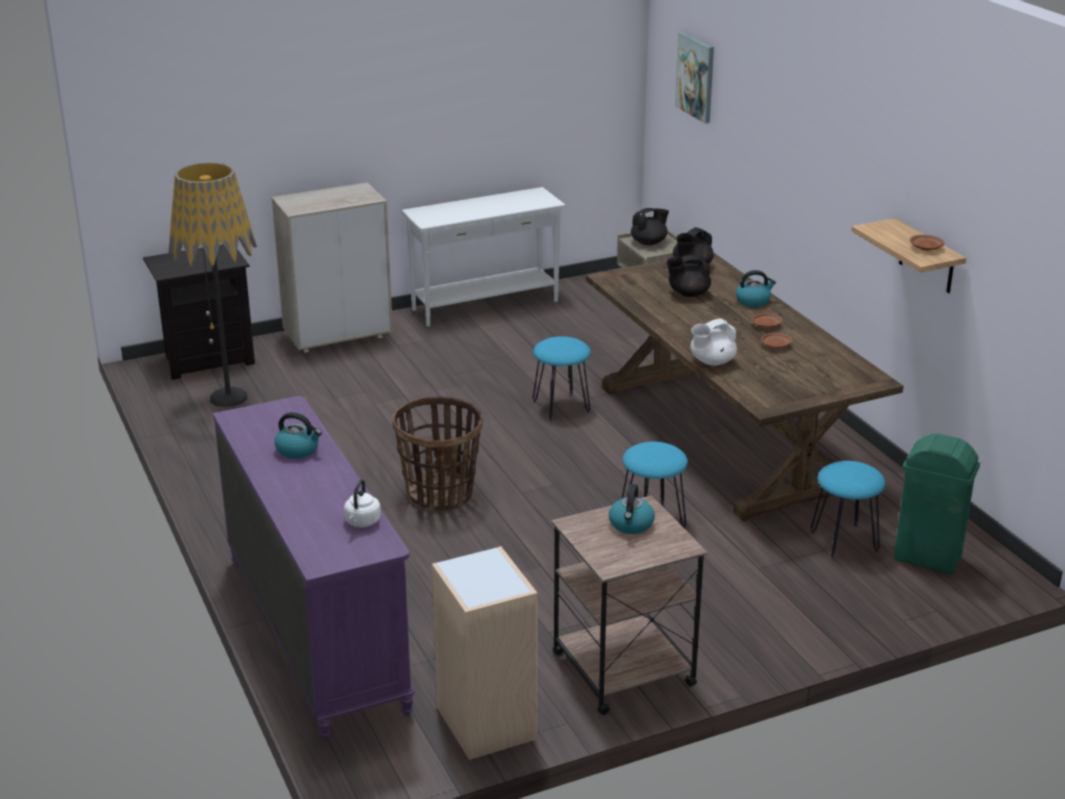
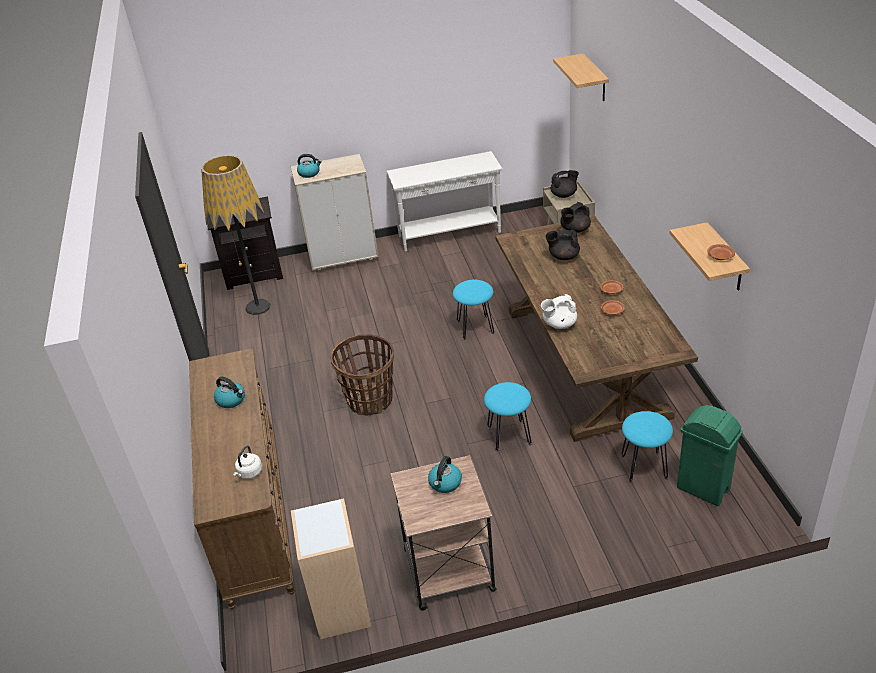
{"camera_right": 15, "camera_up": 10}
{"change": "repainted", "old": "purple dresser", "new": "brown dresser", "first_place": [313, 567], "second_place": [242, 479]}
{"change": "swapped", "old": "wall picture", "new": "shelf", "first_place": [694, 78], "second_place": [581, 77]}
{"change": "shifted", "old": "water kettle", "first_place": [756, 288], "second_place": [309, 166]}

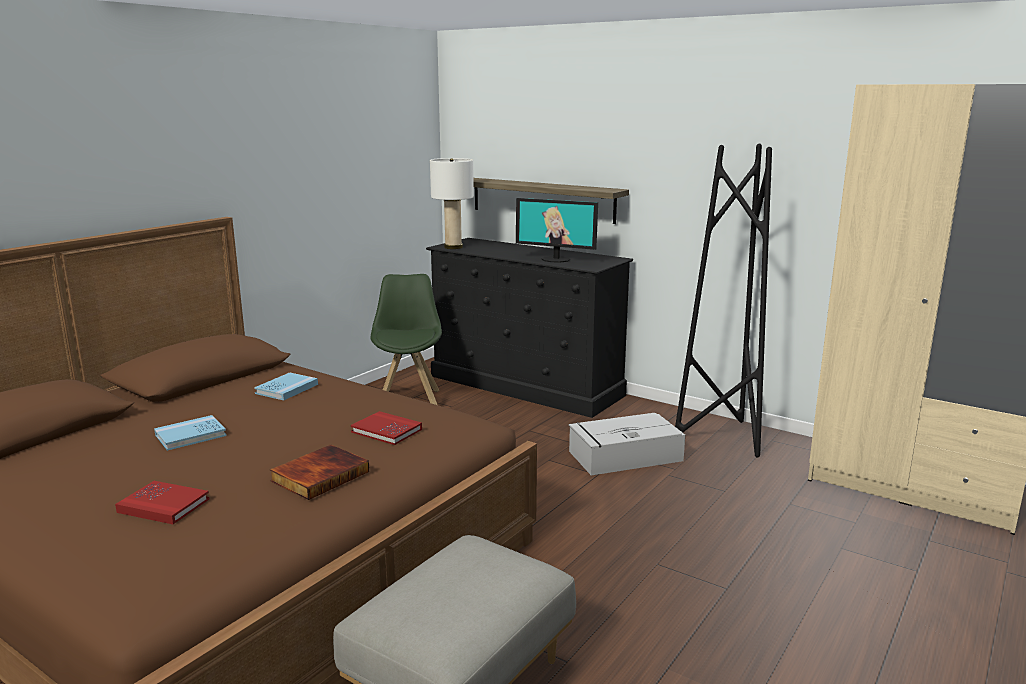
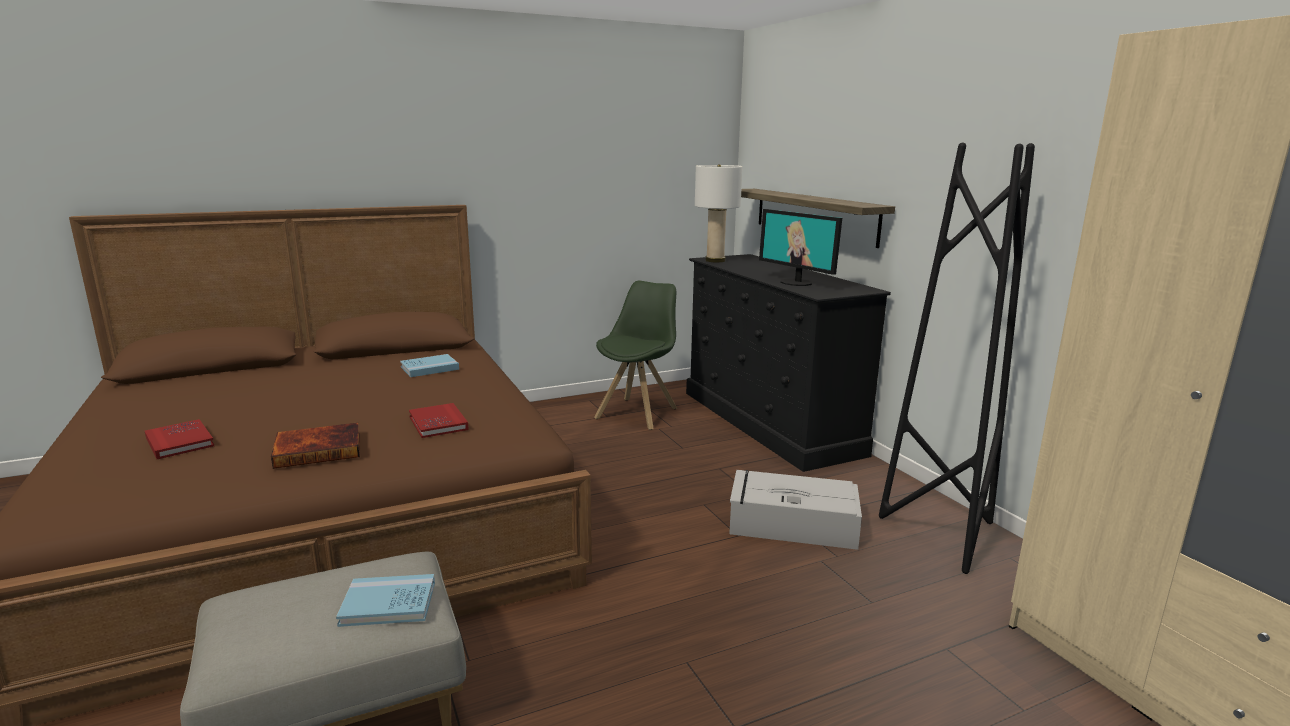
{"camera_right": 30, "camera_up": 0}
{"change": "shifted", "old": "bluish bound book", "first_place": [190, 433], "second_place": [385, 600]}

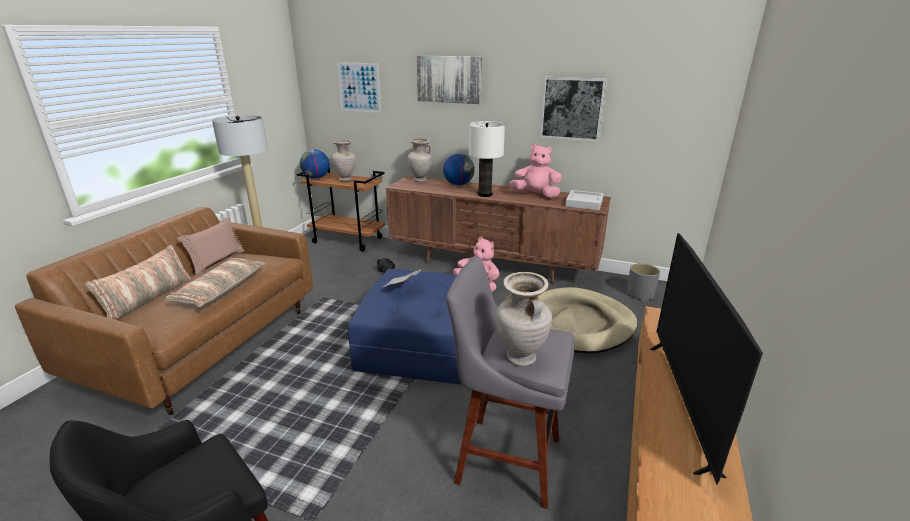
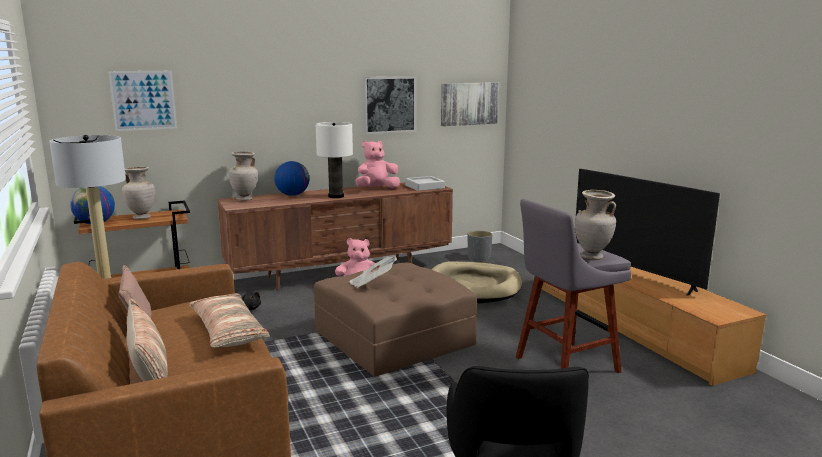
{"camera_right": -45, "camera_up": -10}
{"change": "repainted", "old": "bluish ottoman", "new": "brown ottoman", "first_place": [405, 327], "second_place": [395, 319]}
{"change": "shifted", "old": "wall picture", "first_place": [449, 79], "second_place": [470, 104]}

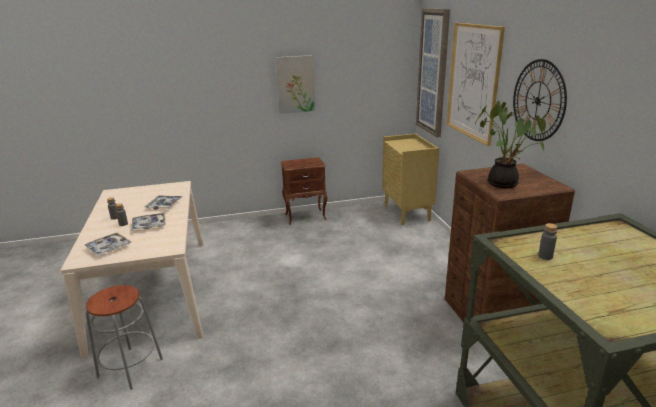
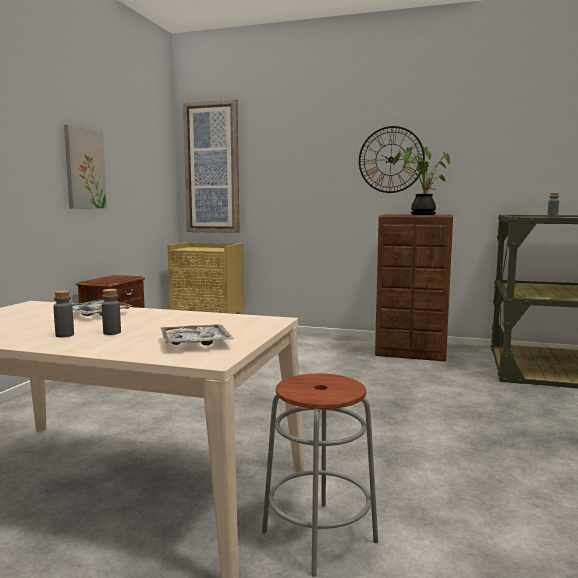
{"camera_right": -60, "camera_up": -15}
{"change": "gone", "old": "serving tray", "first_place": [148, 221]}
{"change": "gone", "old": "wall picture", "first_place": [476, 84]}

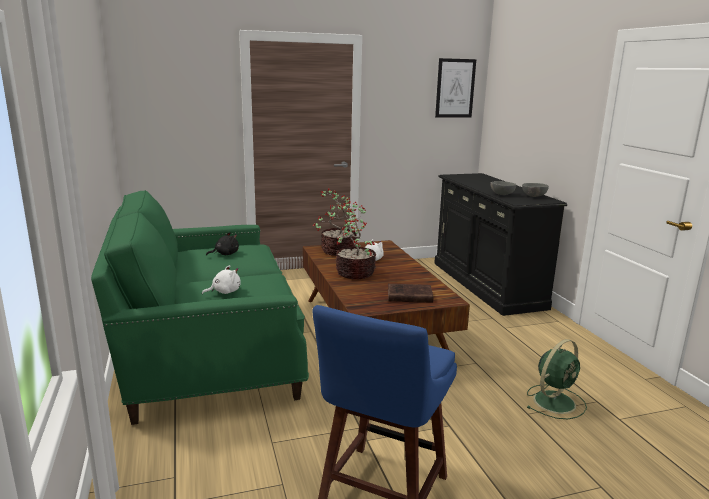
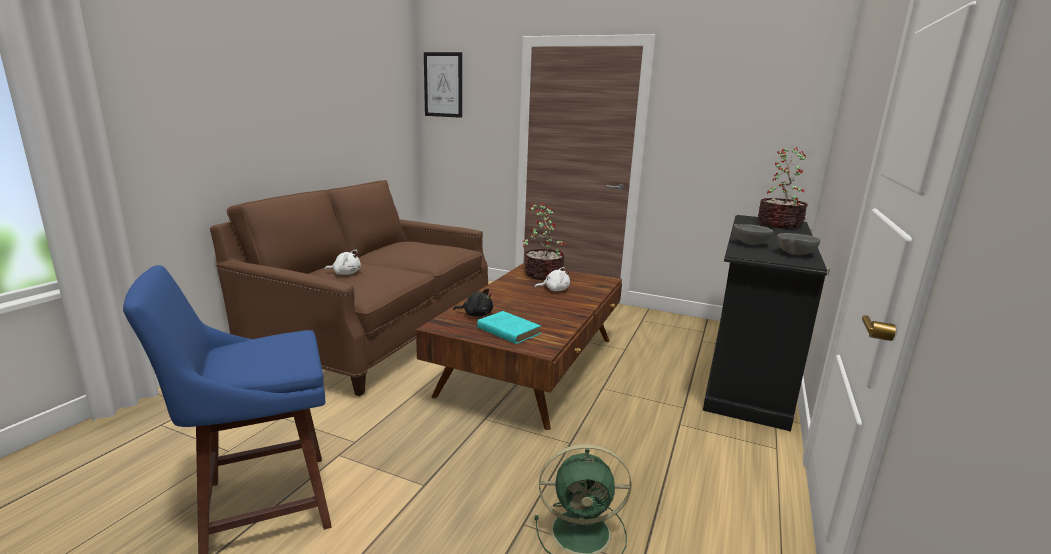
{"camera_right": 40, "camera_up": 0}
{"change": "repainted", "old": "green sofa", "new": "brown sofa", "first_place": [200, 307], "second_place": [349, 288]}
{"change": "shifted", "old": "black cuddly toy", "first_place": [222, 243], "second_place": [473, 302]}
{"change": "shifted", "old": "plant in a pot", "first_place": [356, 240], "second_place": [783, 188]}
{"change": "repainted", "old": "brown bound book", "new": "turquoise bound book", "first_place": [410, 293], "second_place": [509, 327]}
{"change": "shifted", "old": "wall picture", "first_place": [455, 88], "second_place": [443, 85]}

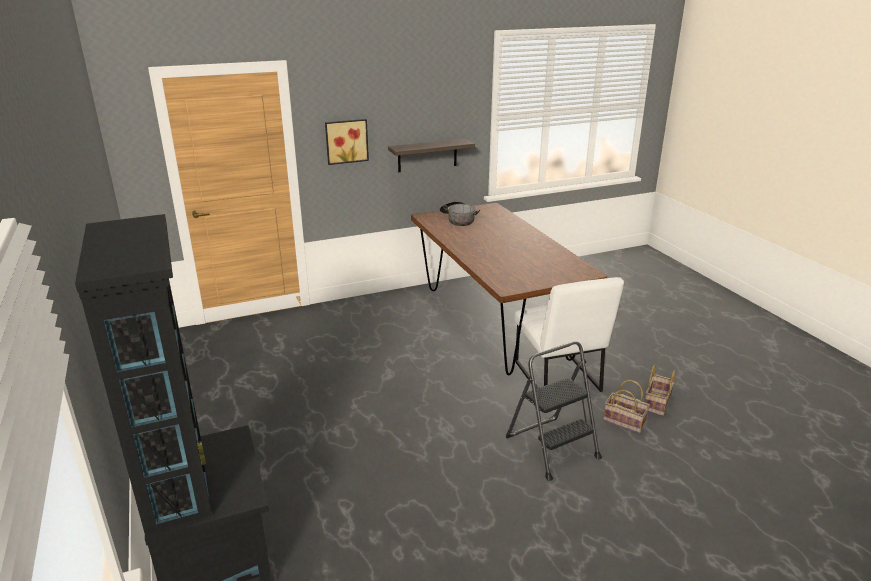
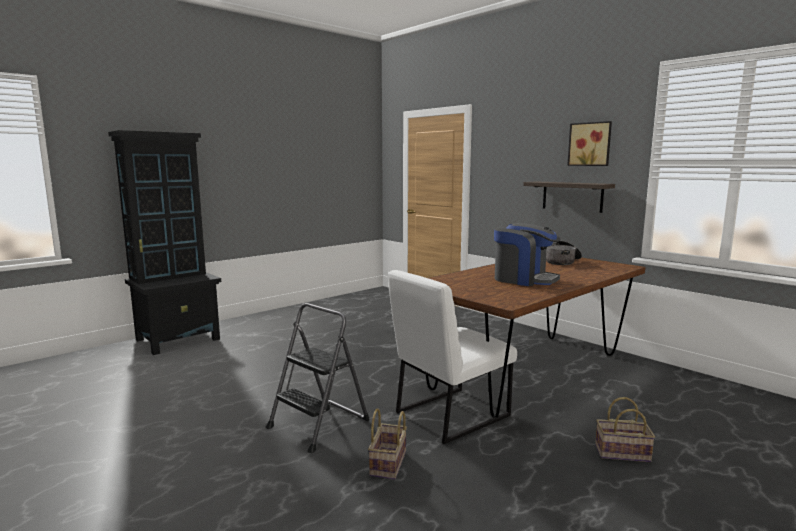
{"camera_right": 70, "camera_up": -15}
{"change": "shifted", "old": "wall picture", "first_place": [347, 142], "second_place": [589, 143]}
{"change": "shifted", "old": "storage basket", "first_place": [660, 390], "second_place": [625, 429]}
{"change": "new", "new": "coffee machine", "second_place": [527, 254]}

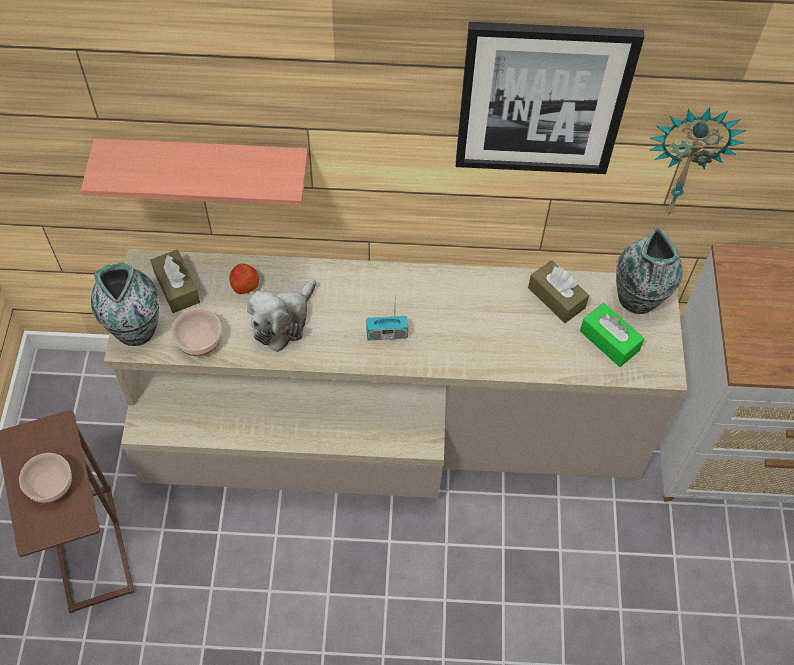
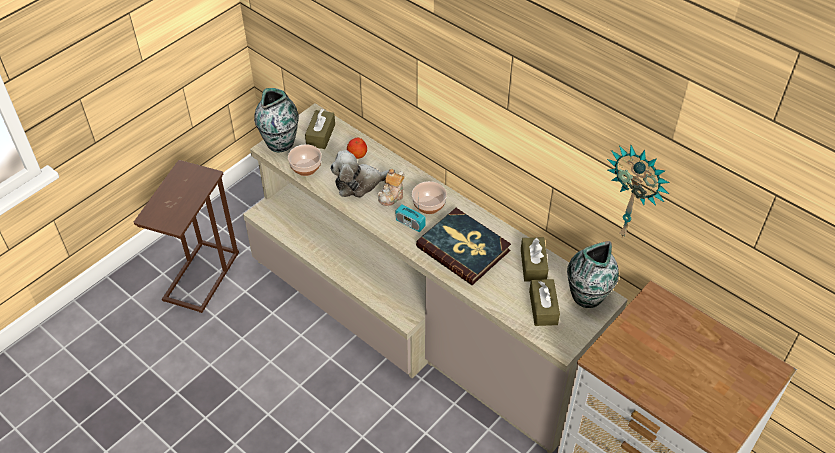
{"camera_right": 40, "camera_up": -10}
{"change": "shifted", "old": "serving bowl", "first_place": [45, 478], "second_place": [429, 197]}
{"change": "gone", "old": "shelf", "first_place": [194, 172]}
{"change": "gone", "old": "wall picture", "first_place": [550, 98]}
{"change": "repainted", "old": "green tissue holder", "new": "brown tissue holder", "first_place": [612, 335], "second_place": [544, 302]}
{"change": "new", "new": "pot for tea", "second_place": [391, 187]}
{"change": "new", "new": "bound book", "second_place": [463, 246]}

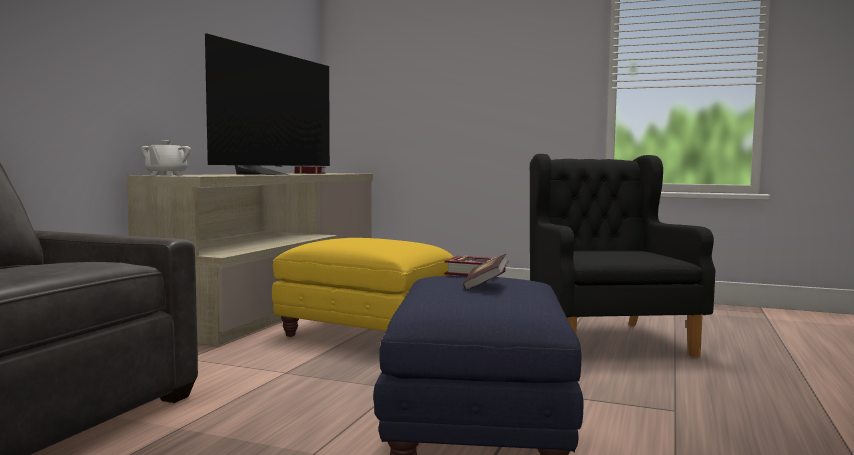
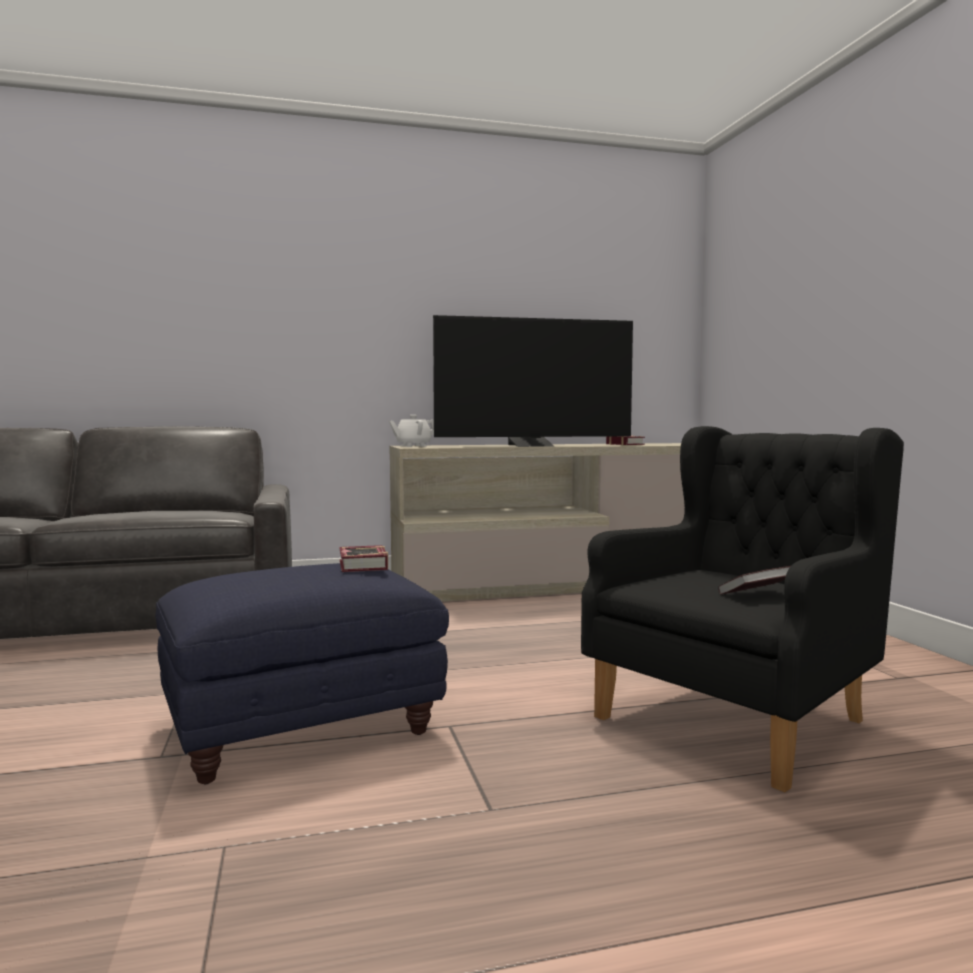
{"camera_right": 55, "camera_up": 0}
{"change": "gone", "old": "yellowish ottoman", "first_place": [362, 287]}
{"change": "shifted", "old": "bound book", "first_place": [486, 272], "second_place": [754, 580]}

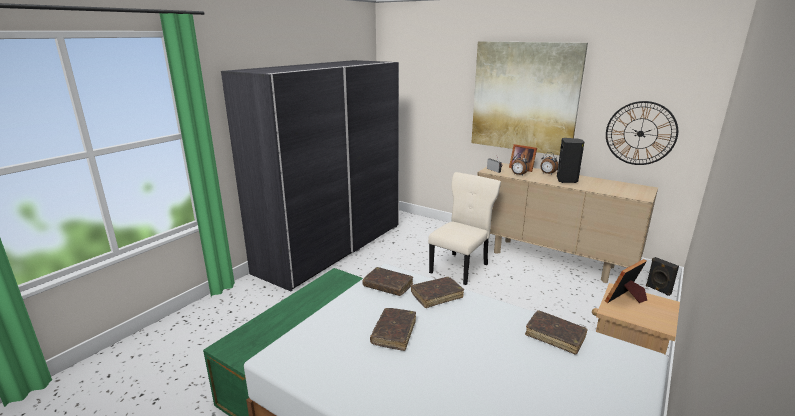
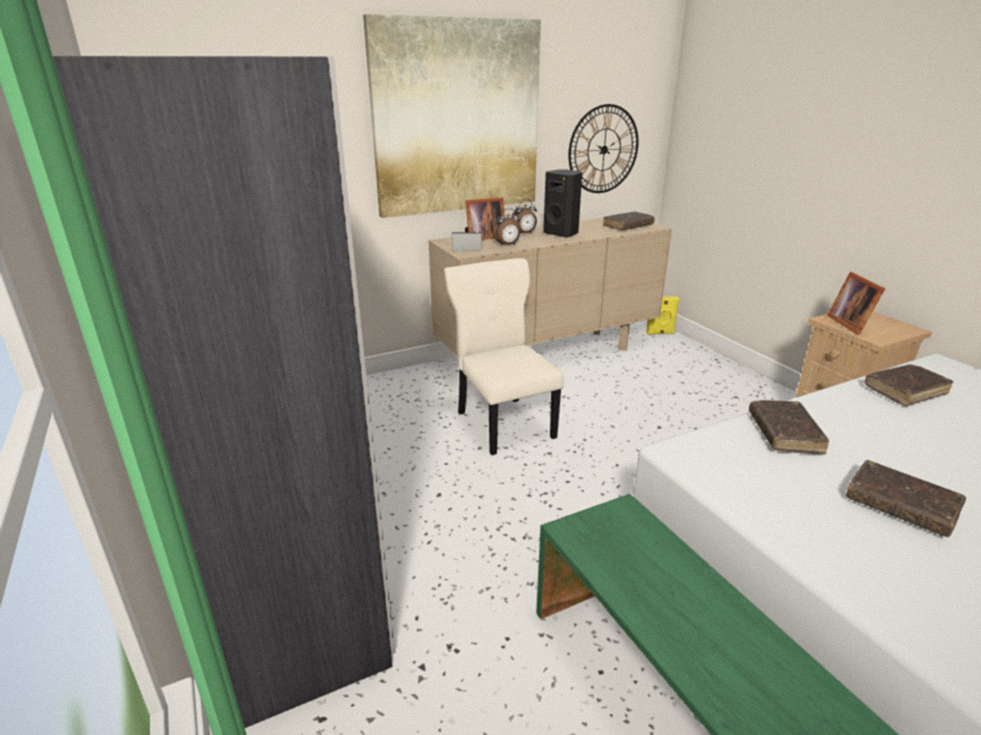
{"camera_right": -60, "camera_up": 5}
{"change": "shifted", "old": "brown bound book", "first_place": [387, 281], "second_place": [629, 220]}
{"change": "repainted", "old": "black audio speaker", "new": "yellowish audio speaker", "first_place": [662, 276], "second_place": [662, 315]}

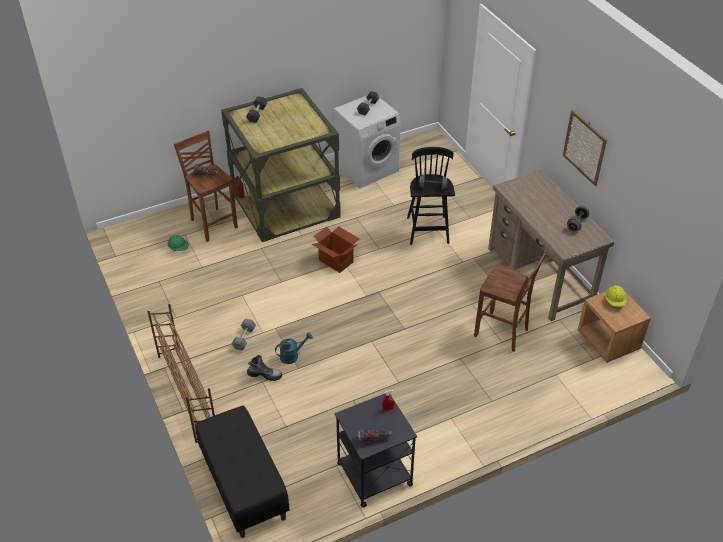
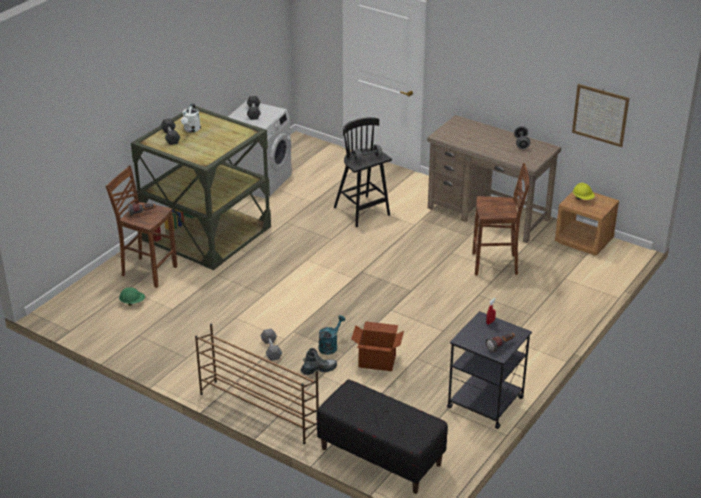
{"camera_right": -30, "camera_up": -10}
{"change": "shifted", "old": "carton", "first_place": [336, 249], "second_place": [377, 346]}
{"change": "shifted", "old": "wall picture", "first_place": [585, 148], "second_place": [600, 115]}
{"change": "new", "new": "white watering pot", "second_place": [191, 117]}

